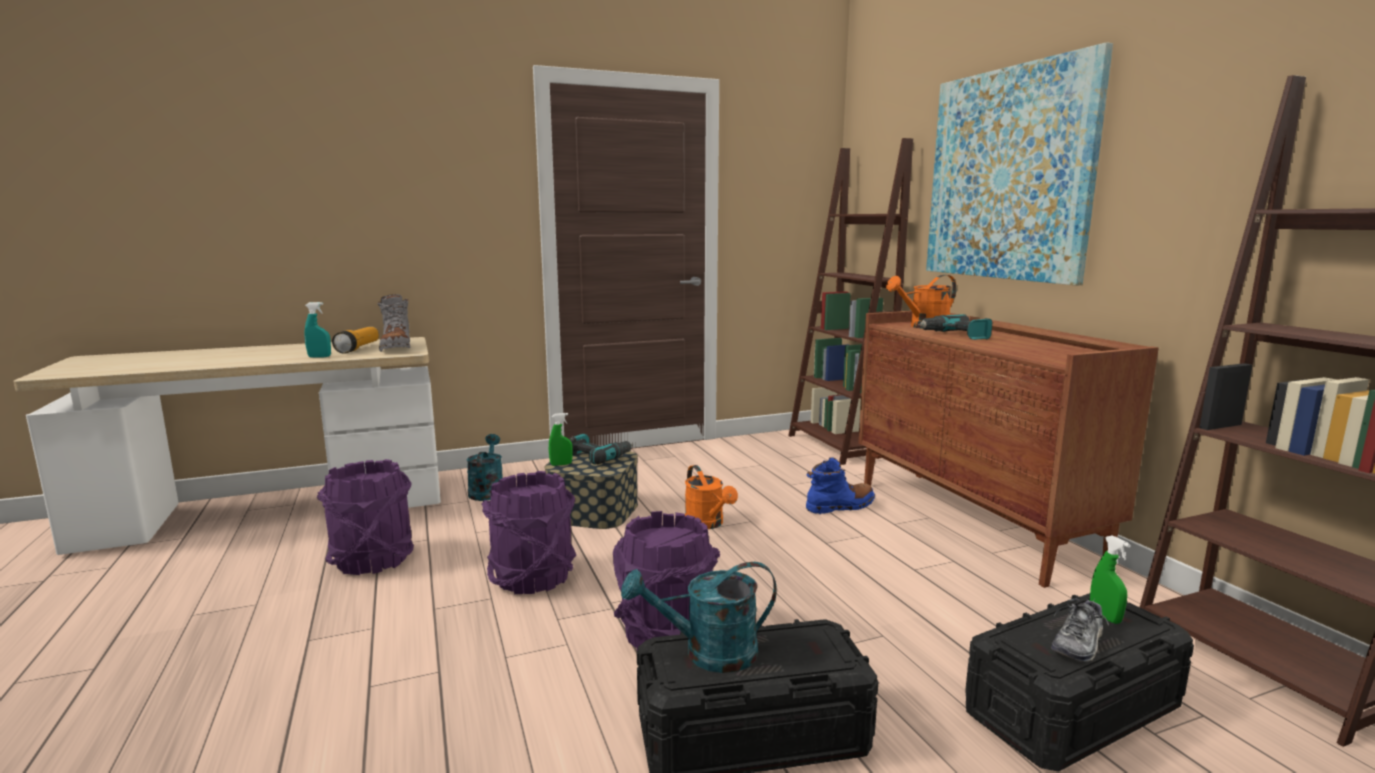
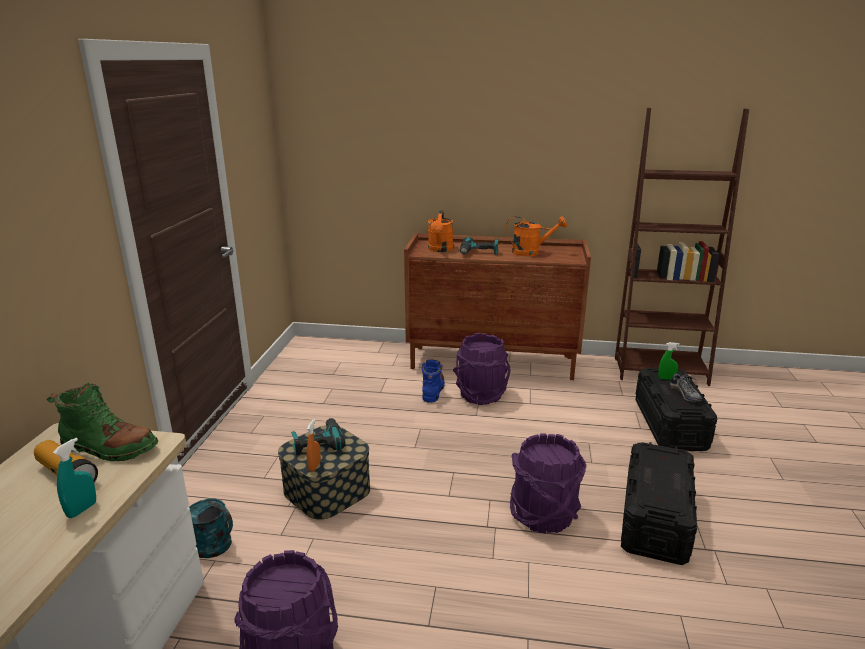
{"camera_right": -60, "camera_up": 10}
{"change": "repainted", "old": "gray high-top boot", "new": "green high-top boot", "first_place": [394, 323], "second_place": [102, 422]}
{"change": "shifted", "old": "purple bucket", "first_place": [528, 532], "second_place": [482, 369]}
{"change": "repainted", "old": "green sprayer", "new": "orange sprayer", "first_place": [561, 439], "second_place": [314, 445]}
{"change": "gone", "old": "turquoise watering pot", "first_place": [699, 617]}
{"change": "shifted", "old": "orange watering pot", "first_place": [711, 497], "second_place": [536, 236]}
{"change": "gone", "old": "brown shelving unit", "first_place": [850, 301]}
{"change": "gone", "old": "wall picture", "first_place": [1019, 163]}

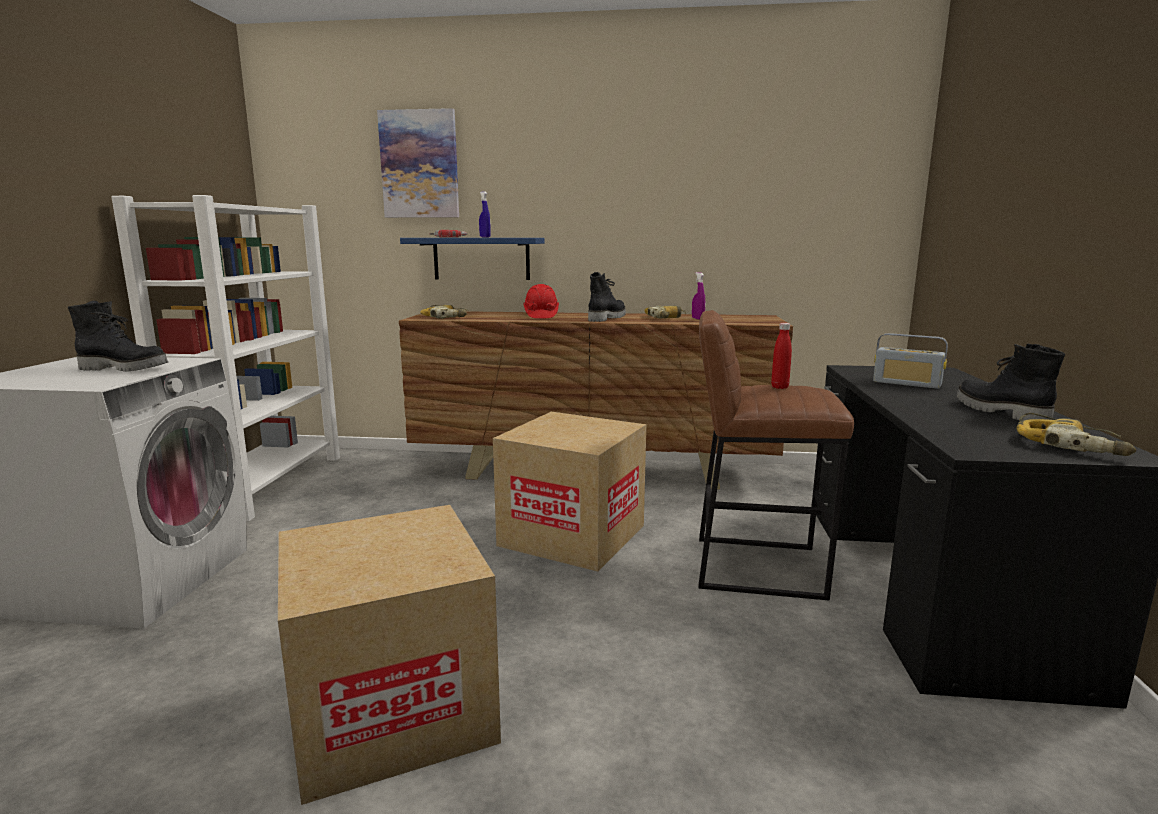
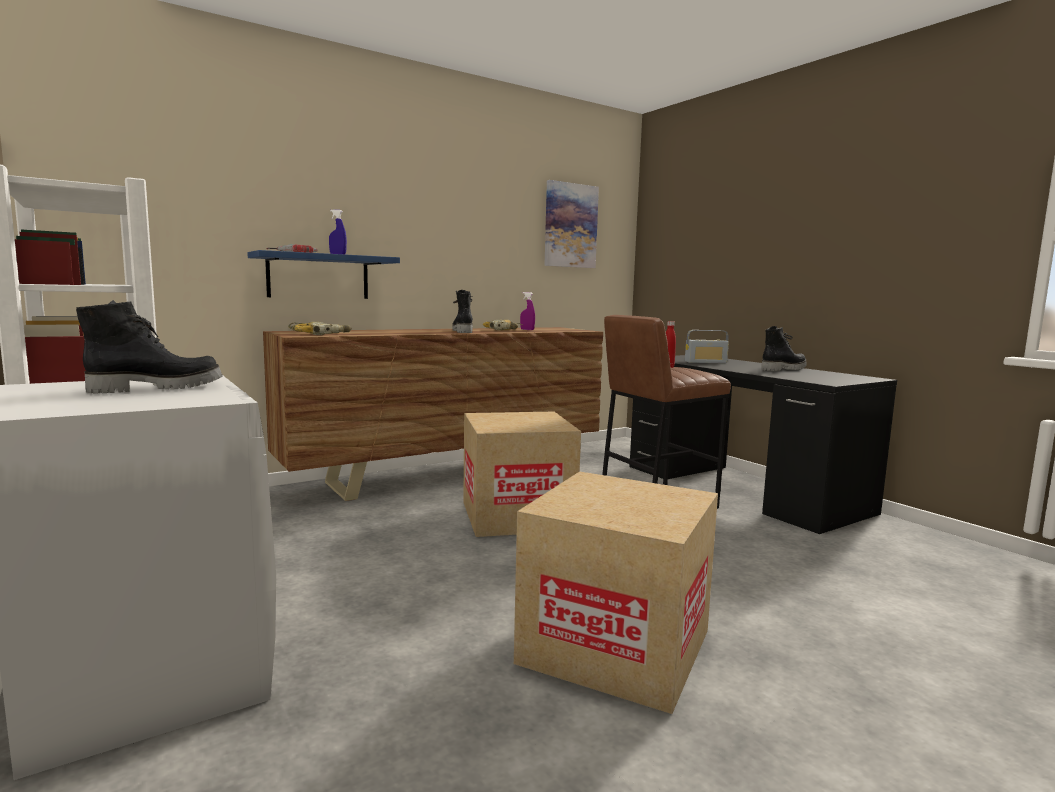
{"camera_right": -40, "camera_up": -5}
{"change": "shifted", "old": "wall picture", "first_place": [418, 163], "second_place": [571, 224]}
{"change": "gone", "old": "red-coloured hard hat", "first_place": [541, 301]}
{"change": "rotated", "old": "black high-top boot", "first_place": [1010, 381], "second_place": [784, 348], "degrees": 120}
{"change": "gone", "old": "power drill", "first_place": [1076, 434]}

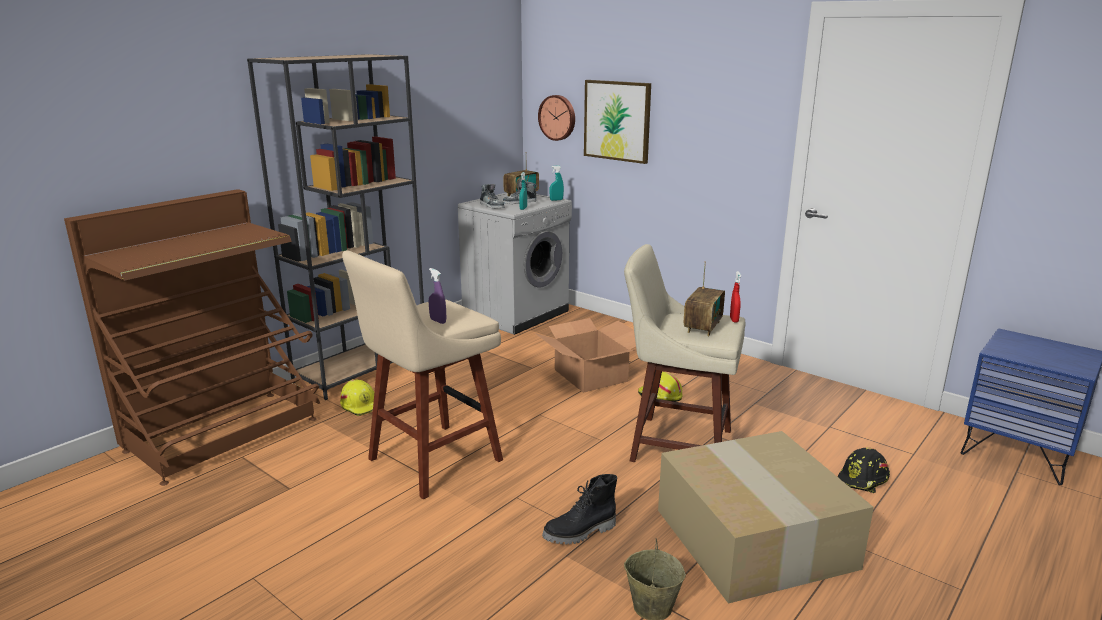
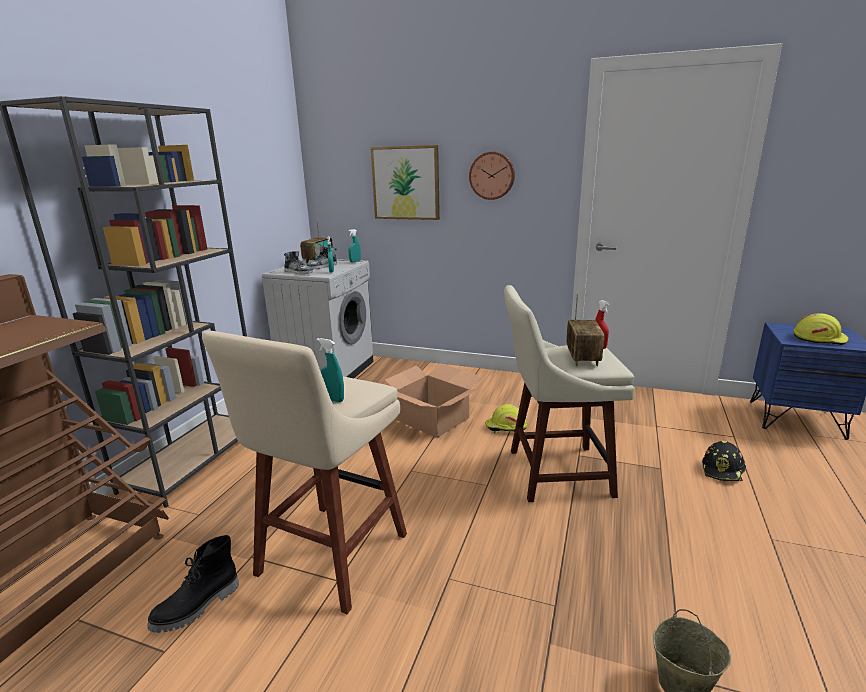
{"camera_right": -20, "camera_up": 0}
{"change": "shifted", "old": "yellowish hard hat", "first_place": [357, 398], "second_place": [821, 329]}
{"change": "repainted", "old": "purple sprayer", "new": "turquoise sprayer", "first_place": [437, 296], "second_place": [330, 370]}
{"change": "shifted", "old": "hanging clock", "first_place": [556, 118], "second_place": [492, 176]}
{"change": "shifted", "old": "black high-top boot", "first_place": [579, 509], "second_place": [193, 584]}
{"change": "gone", "old": "carton", "first_place": [766, 517]}

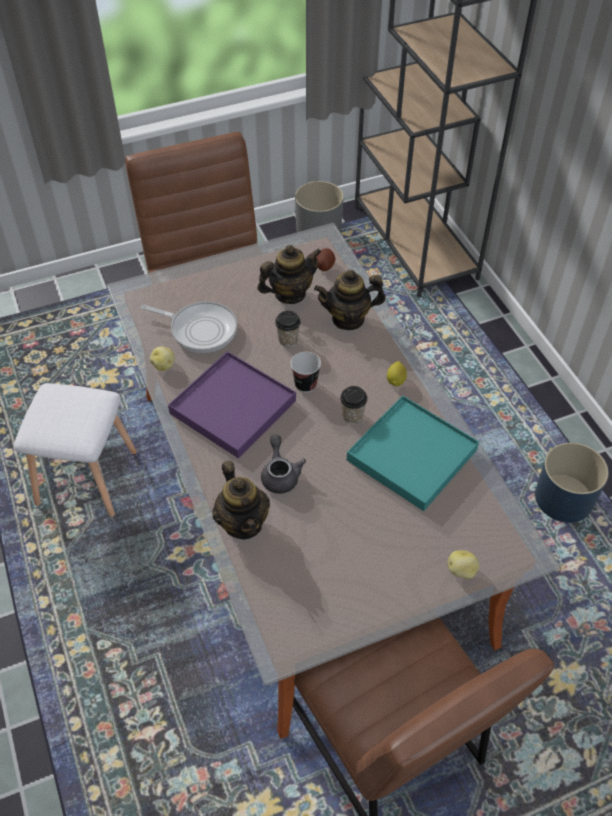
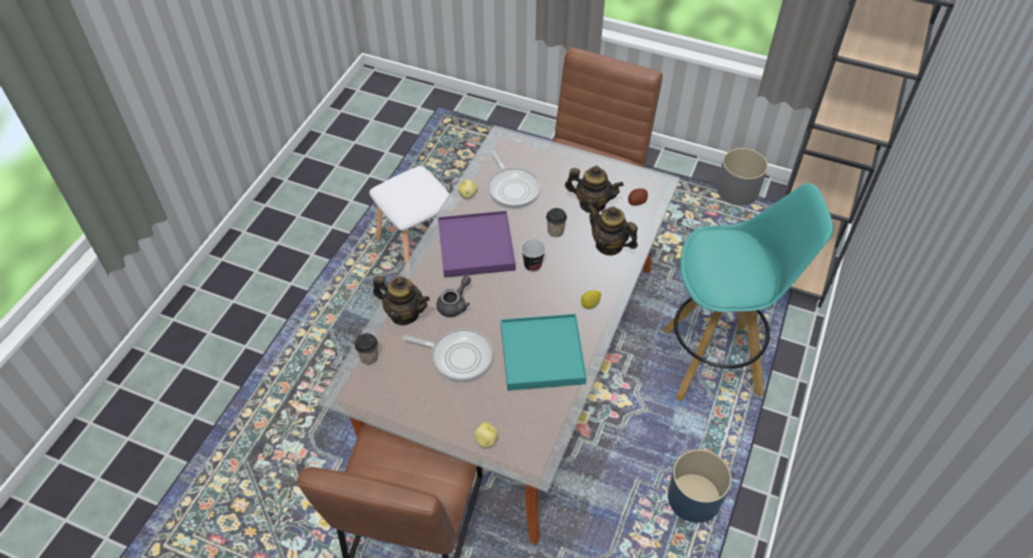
{"camera_right": 45, "camera_up": 0}
{"change": "rotated", "old": "pot for tea", "first_place": [241, 500], "second_place": [401, 300], "degrees": -90}
{"change": "shifted", "old": "drinking cup", "first_place": [354, 405], "second_place": [366, 349]}
{"change": "new", "new": "pan", "second_place": [448, 355]}
{"change": "new", "new": "turquoise sitting stool", "second_place": [747, 292]}

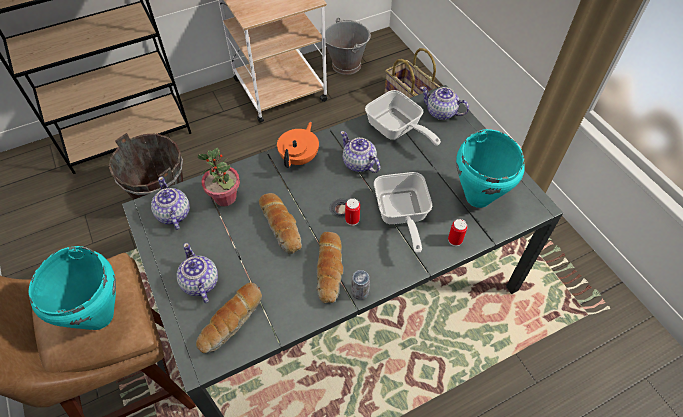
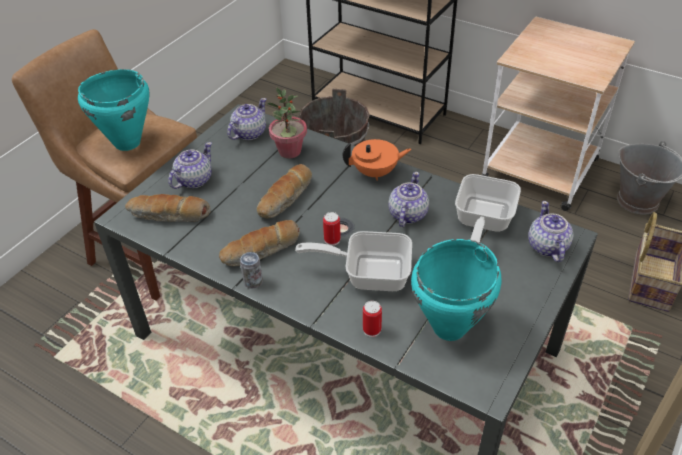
{"camera_right": 60, "camera_up": -10}
{"change": "rotated", "old": "pan", "first_place": [403, 212], "second_place": [353, 261], "degrees": 45}

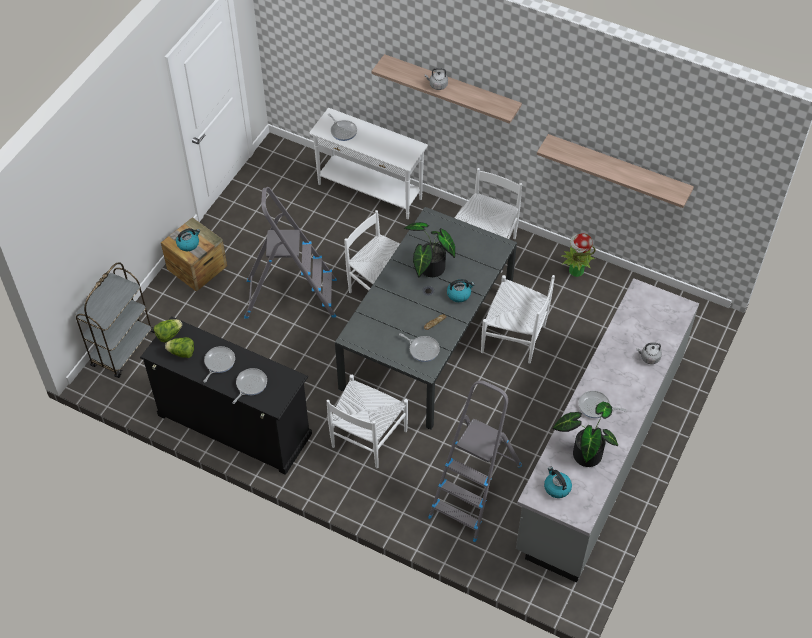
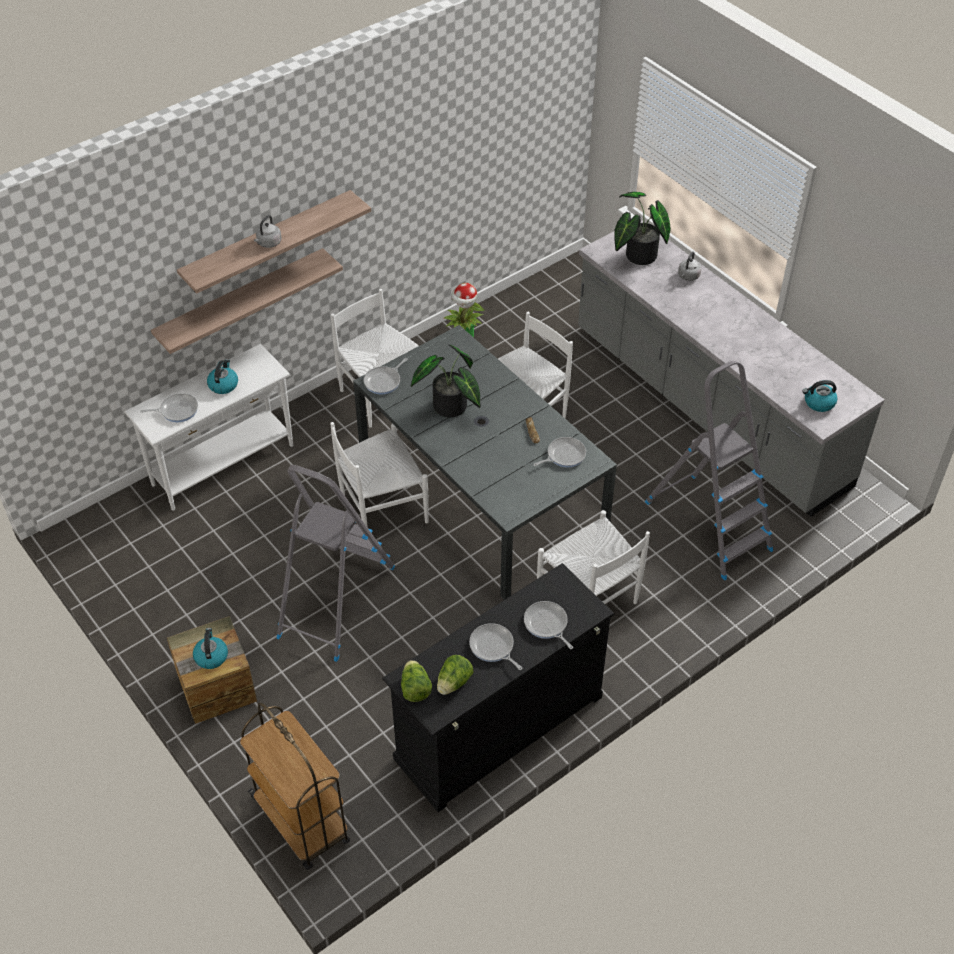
{"camera_right": -65, "camera_up": -5}
{"change": "repainted", "old": "gray trolley", "new": "brown trolley", "first_place": [115, 320], "second_place": [295, 786]}
{"change": "shifted", "old": "water kettle", "first_place": [461, 290], "second_place": [222, 376]}
{"change": "shifted", "old": "shelf", "first_place": [615, 171], "second_place": [247, 301]}
{"change": "shifted", "old": "plant in a pot", "first_place": [585, 434], "second_place": [642, 228]}
{"change": "shifted", "old": "pan", "first_place": [602, 404], "second_place": [386, 376]}

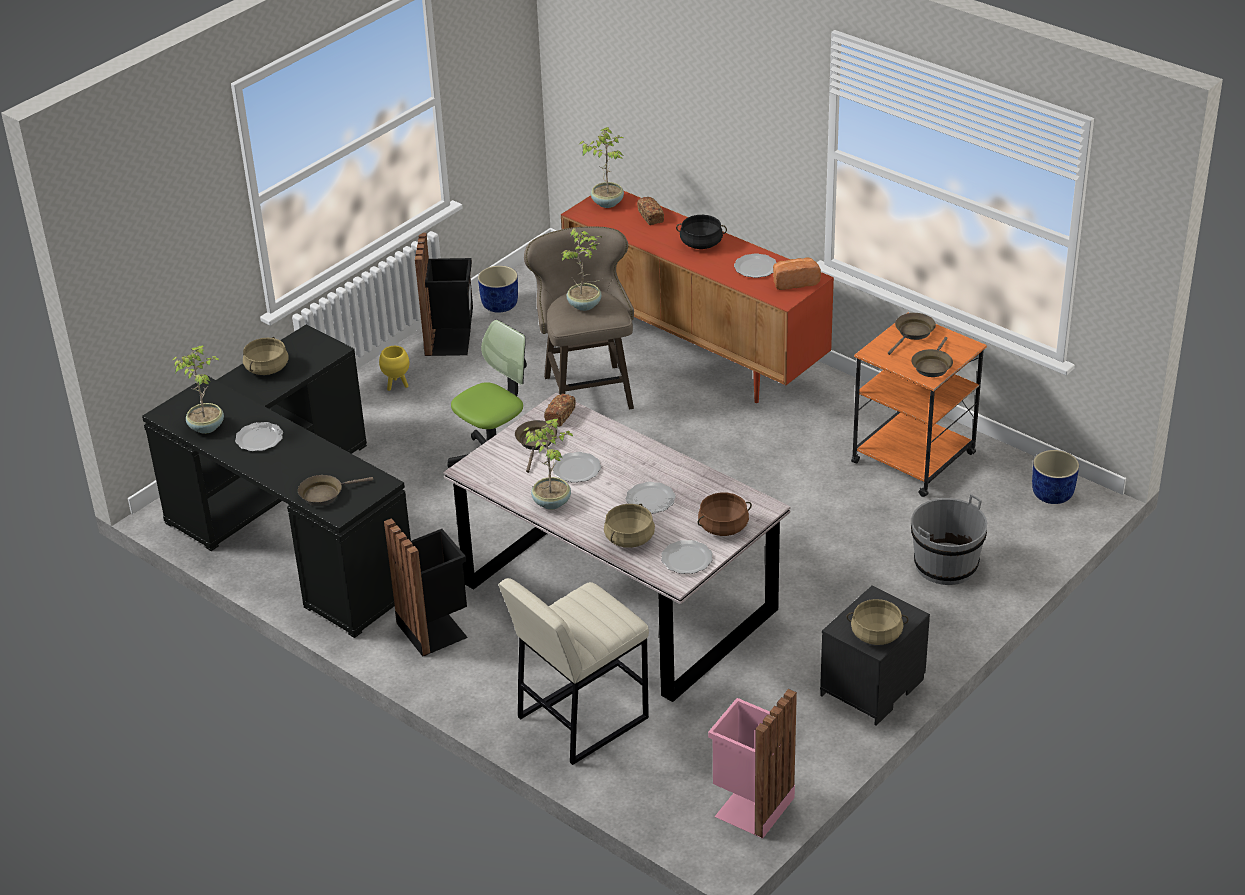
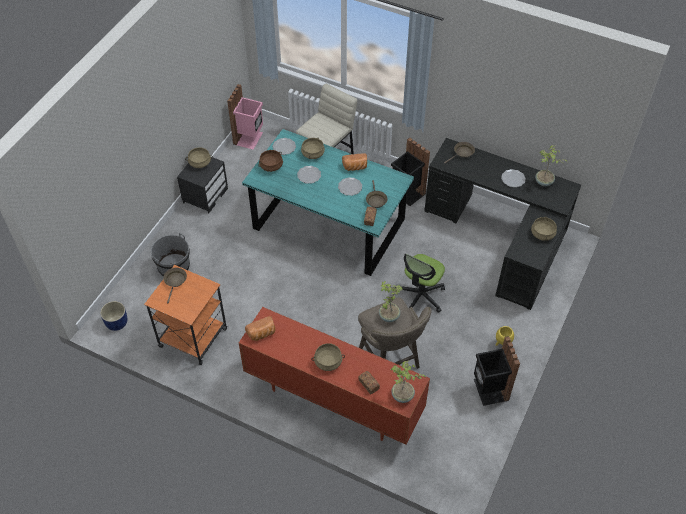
{"camera_right": 165, "camera_up": 15}
{"change": "repainted", "old": "gray kitchen table", "new": "turquoise kitchen table", "first_place": [616, 547], "second_place": [328, 202]}
{"change": "gone", "old": "bluish planter", "first_place": [498, 289]}
{"change": "swapped", "old": "plant in a pot", "new": "baked bread", "first_place": [549, 464], "second_place": [354, 162]}
{"change": "repainted", "old": "black saucepot", "new": "beige saucepot", "first_place": [701, 232], "second_place": [328, 357]}
{"change": "gone", "old": "plate", "first_place": [755, 265]}
{"change": "gone", "old": "brown pan", "first_place": [912, 334]}

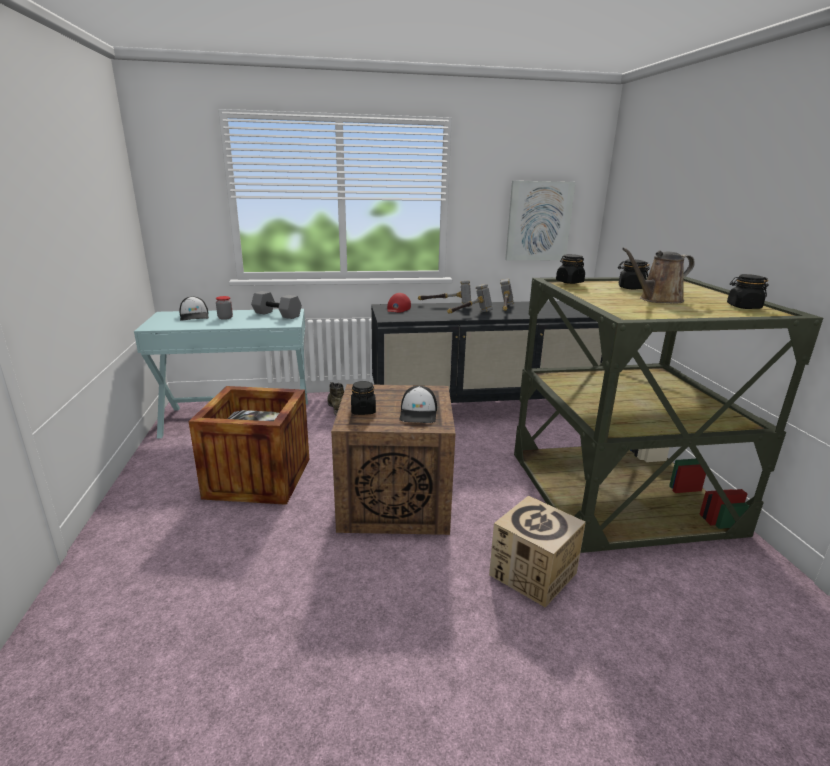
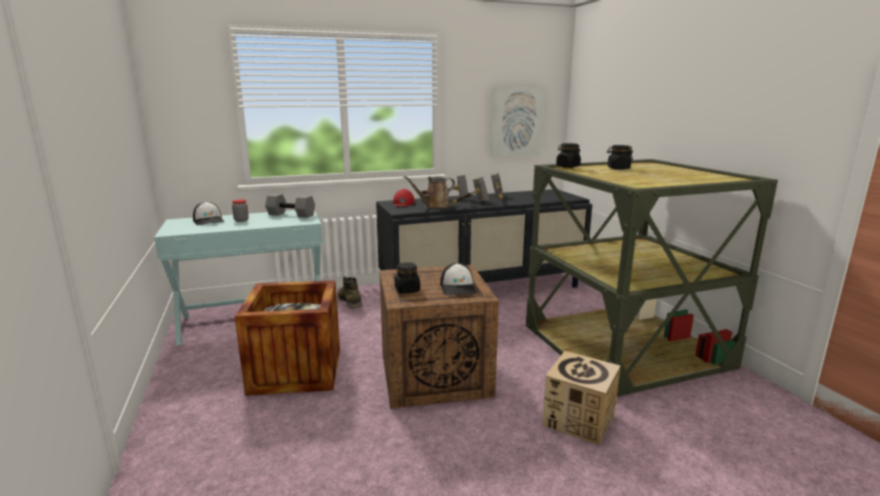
{"camera_right": -10, "camera_up": -5}
{"change": "shifted", "old": "brown watering pot", "first_place": [658, 276], "second_place": [429, 192]}
{"change": "gone", "old": "black storage jar", "first_place": [748, 291]}

